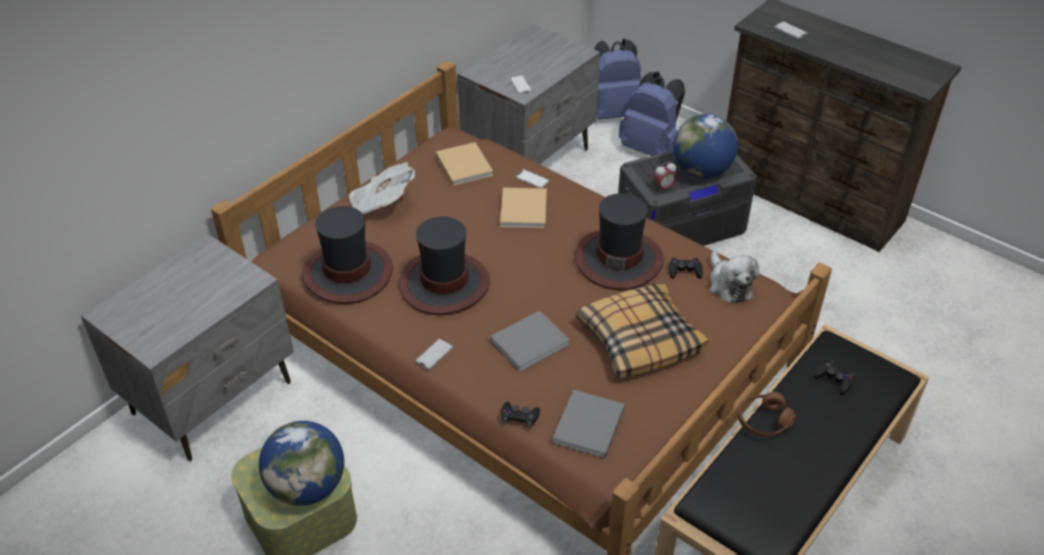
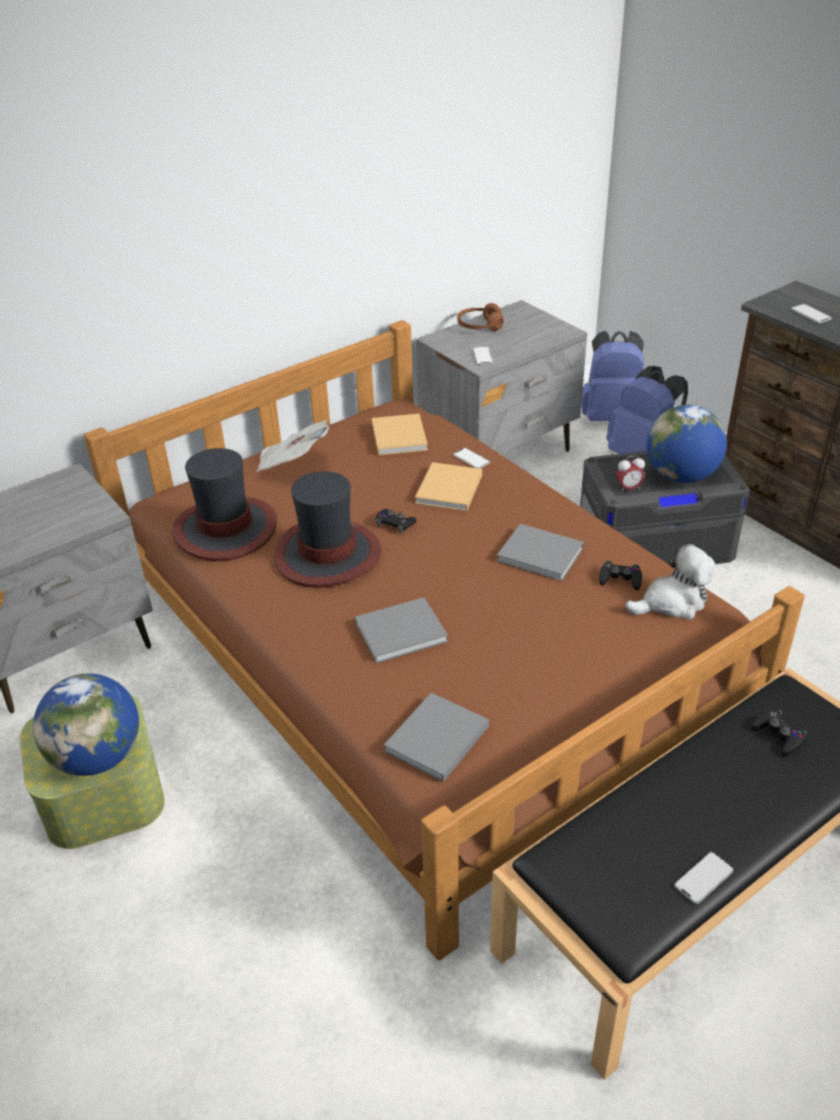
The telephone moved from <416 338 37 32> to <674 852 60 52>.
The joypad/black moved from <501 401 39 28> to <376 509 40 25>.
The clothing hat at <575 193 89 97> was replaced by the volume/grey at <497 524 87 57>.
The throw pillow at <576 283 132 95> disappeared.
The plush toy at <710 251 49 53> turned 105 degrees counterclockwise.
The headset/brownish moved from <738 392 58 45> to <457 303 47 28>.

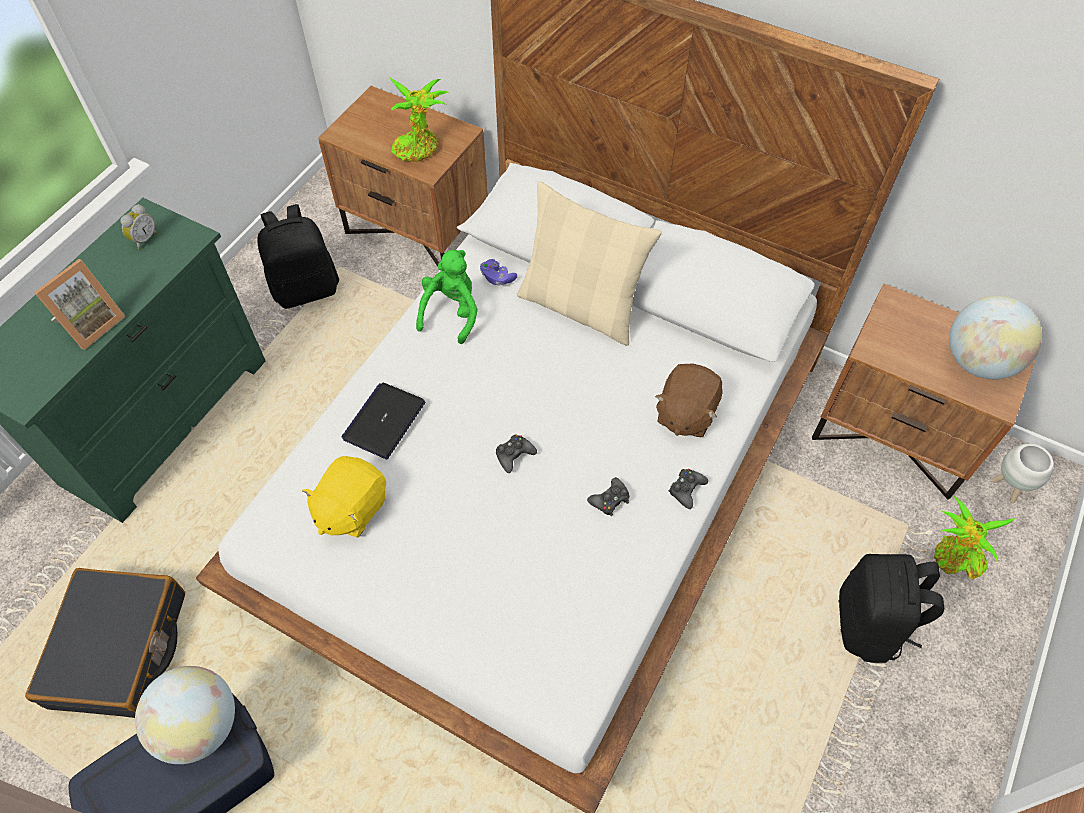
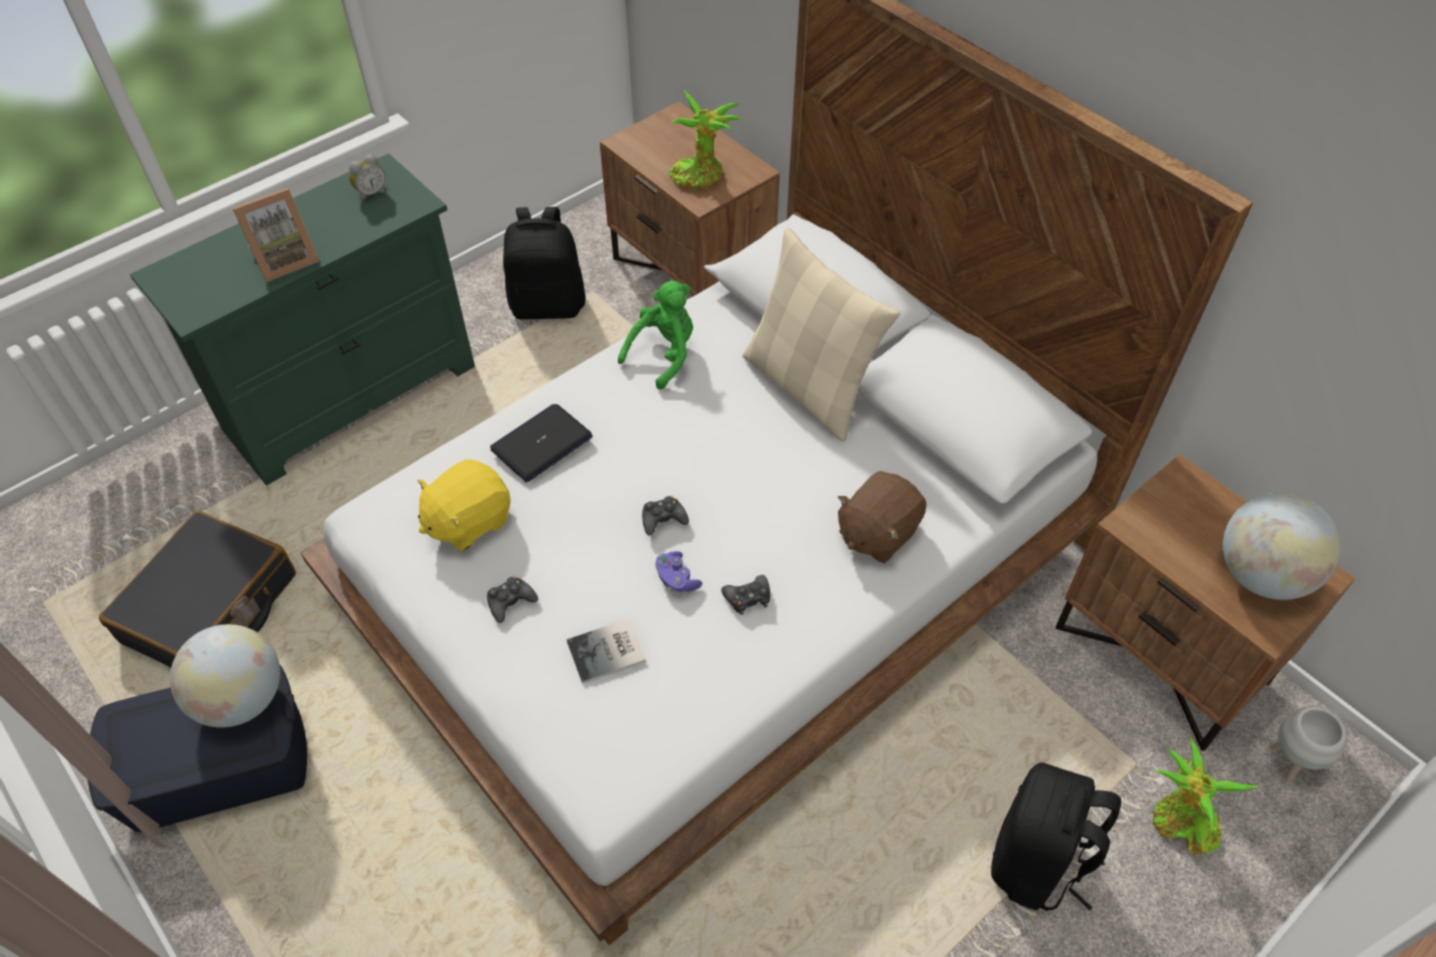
The joypad/purplish moved from <480 259 37 26> to <655 551 47 41>.
The joypad/black moved from <669 469 39 40> to <487 577 51 46>.
The volume at <566 618 80 66> appeared.

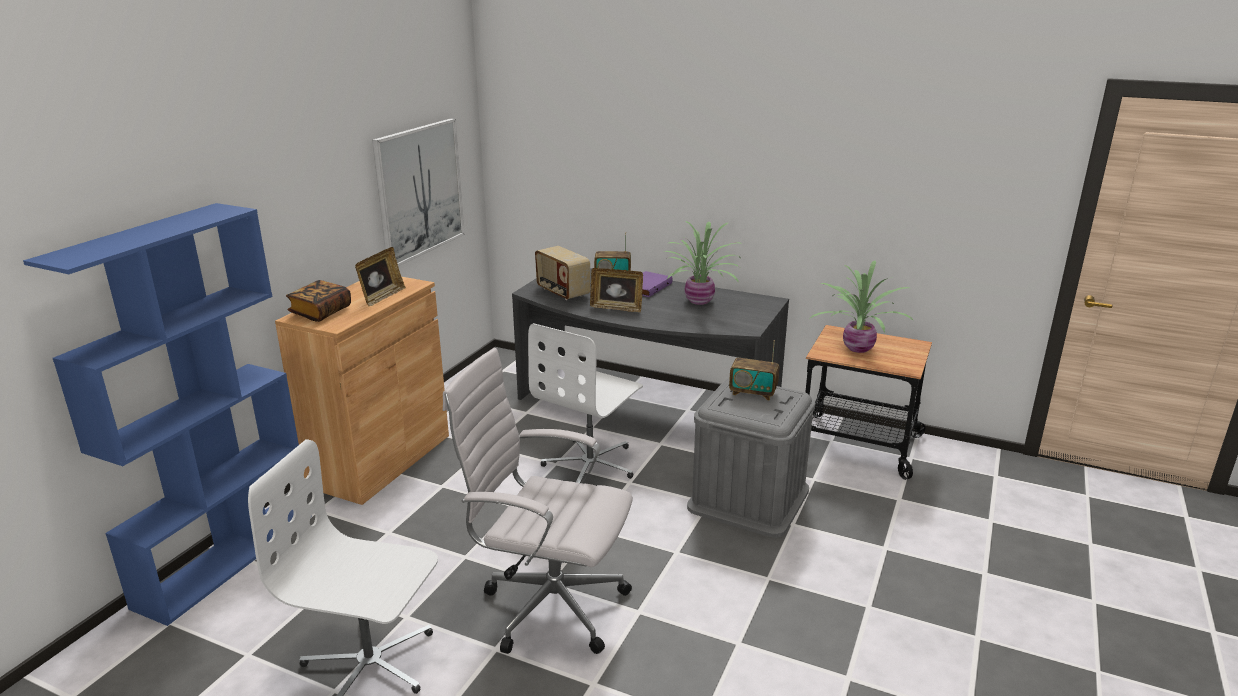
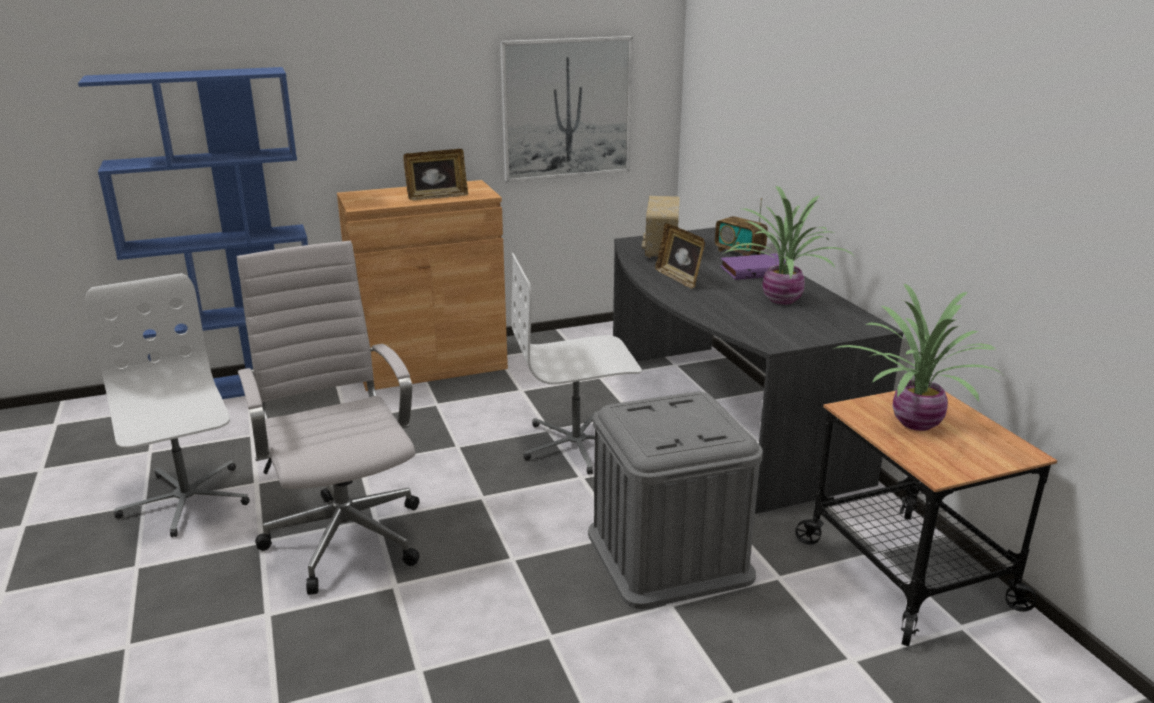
The volume at <286 280 65 42> disappeared.
The radio set at <729 340 50 61> disappeared.

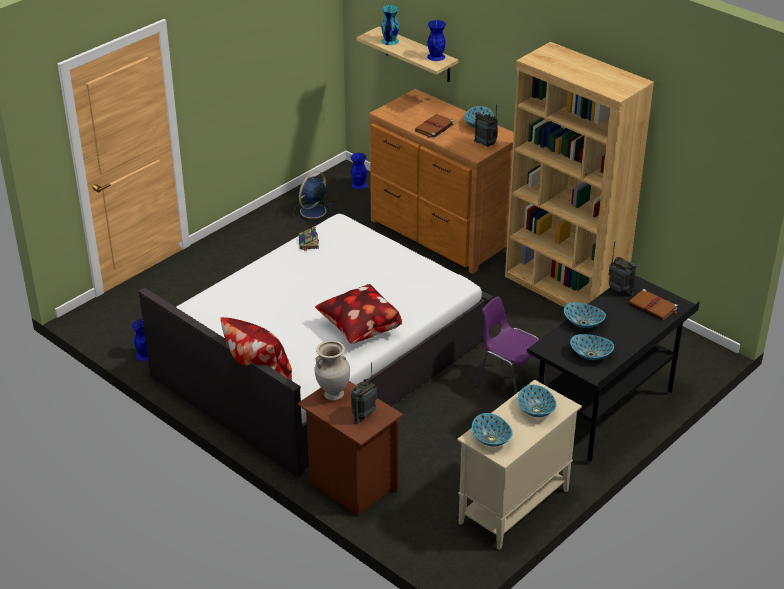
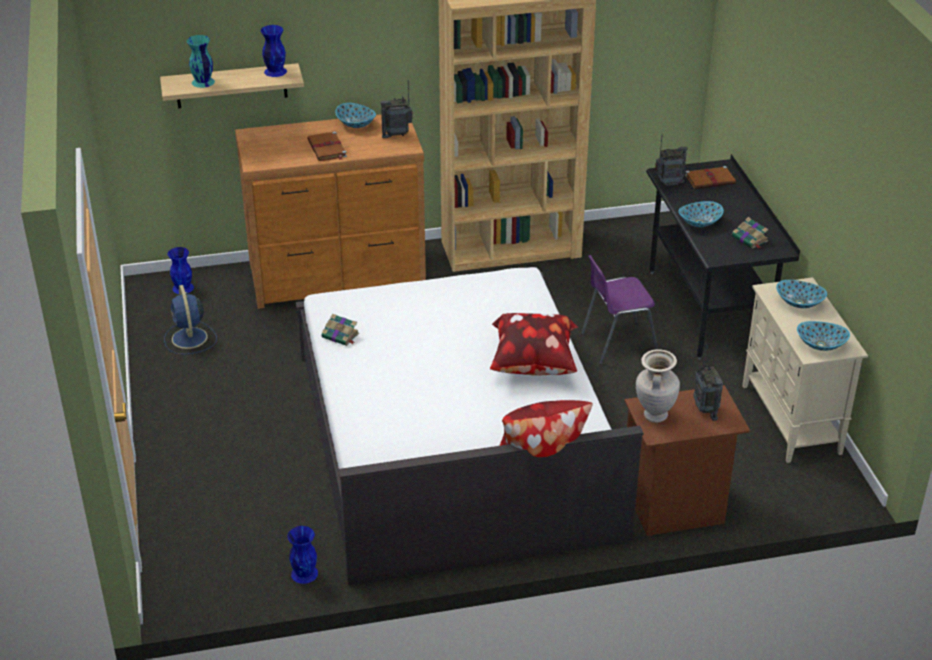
The serving bowl at <570 334 44 26> was replaced by the volume at <732 217 36 32>.

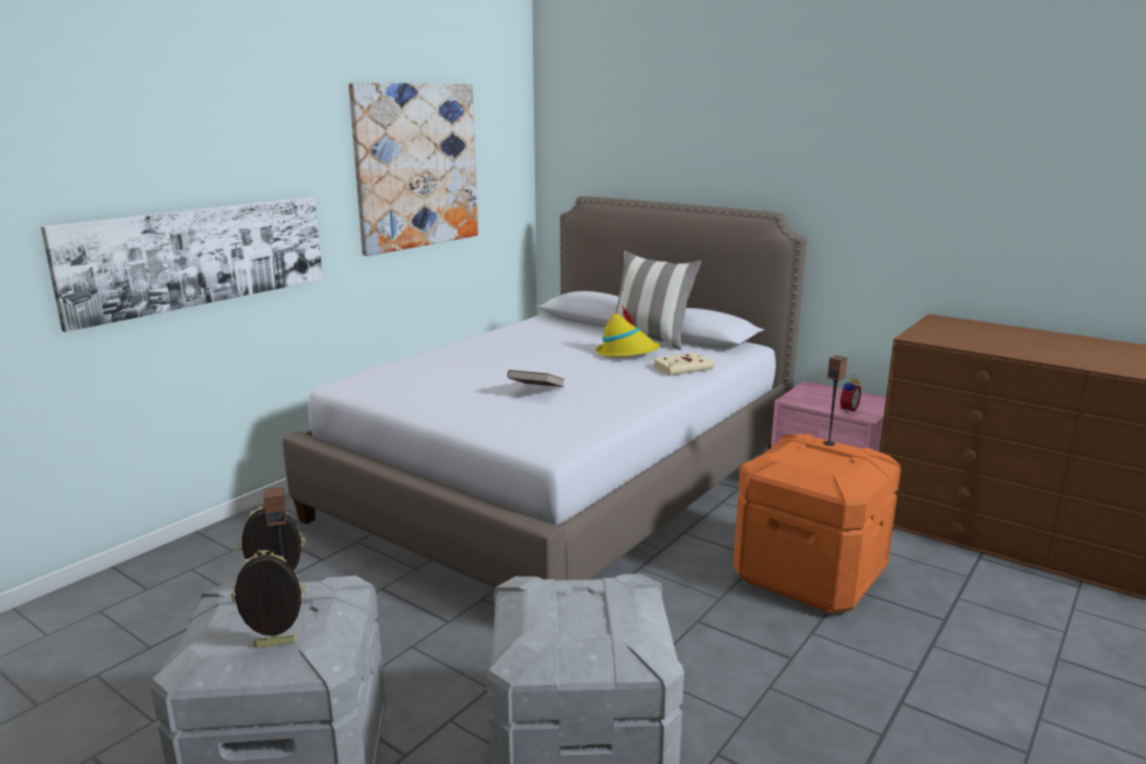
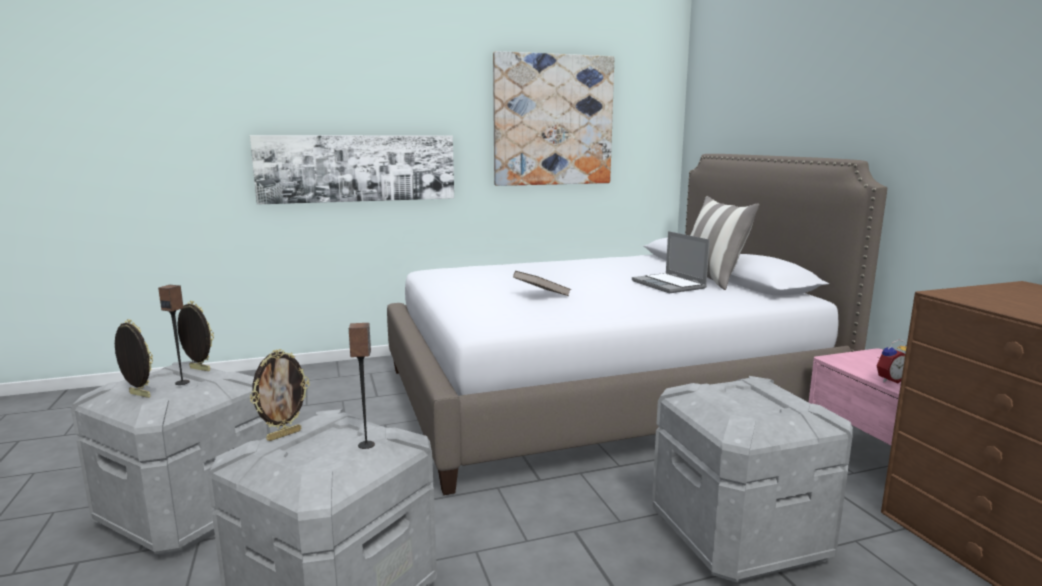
The clothing hat/yellowish at <595 306 65 51> was replaced by the laptop at <632 231 78 62>.
The volume/sand-coloured at <653 353 61 23> disappeared.
The storage container/orangey at <733 434 168 179> became the storage container/grey at <652 376 201 207>.
The loudspeaker moved from <823 355 24 91> to <349 323 26 126>.
The photo frame at <250 349 60 92> appeared.

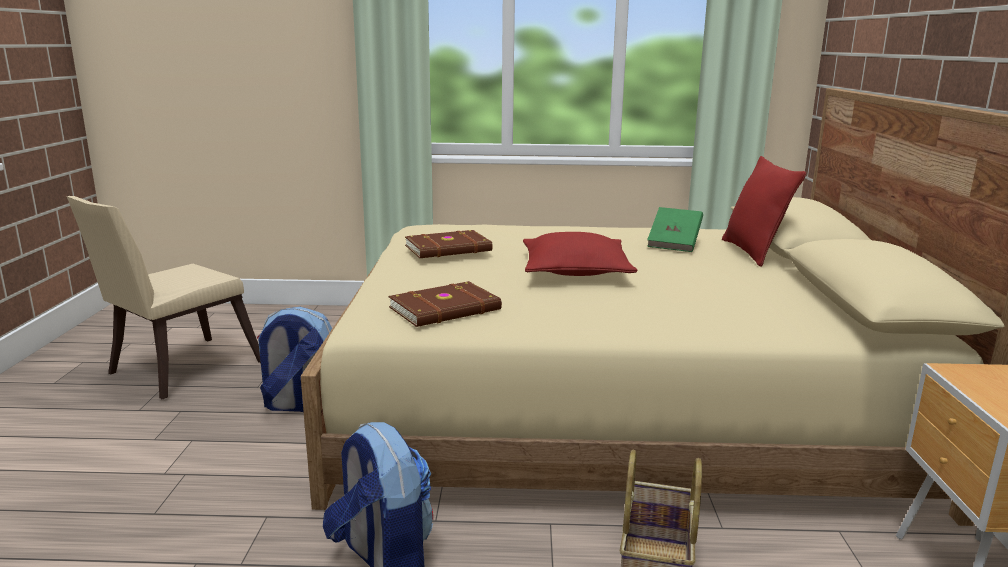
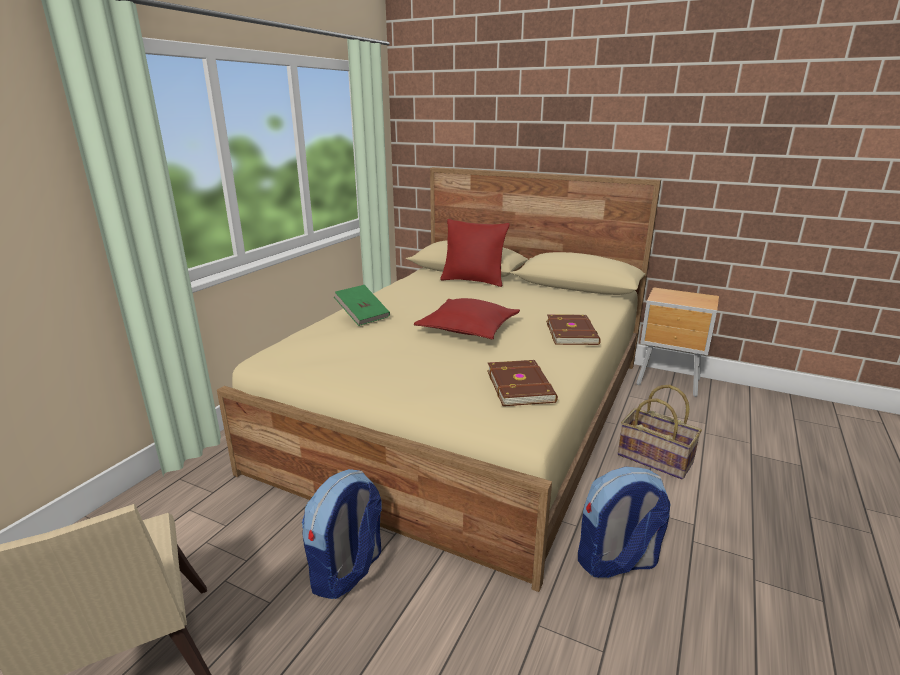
The volume/brownish moved from <405 230 88 28> to <546 314 55 31>.
The volume/green moved from <647 207 56 45> to <334 285 56 41>.

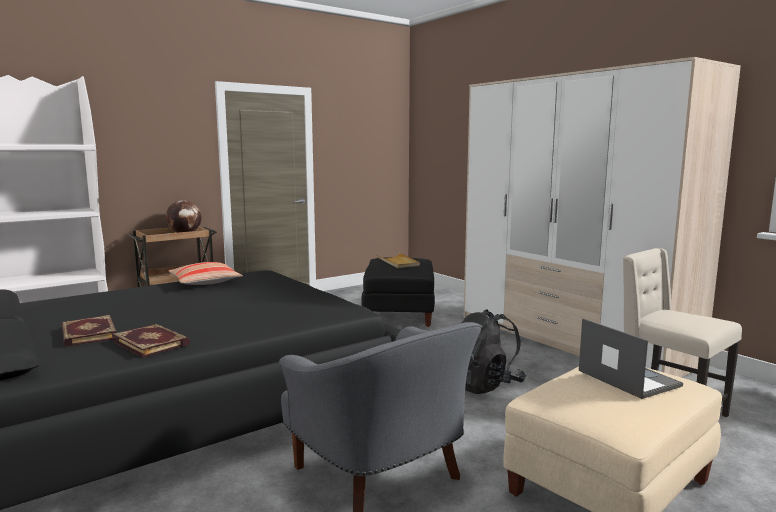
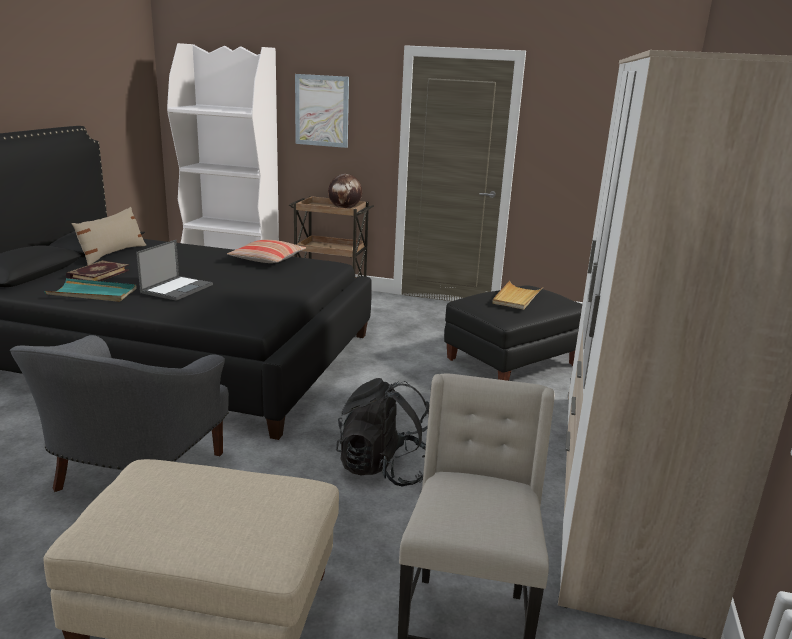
The volume at <112 324 78 34> was replaced by the serving tray/turquoise at <44 278 93 24>.
The laptop moved from <579 318 104 81> to <136 240 77 61>.
The throw pillow/sand-coloured at <72 207 74 58> appeared.
The wall picture at <295 74 54 74> appeared.

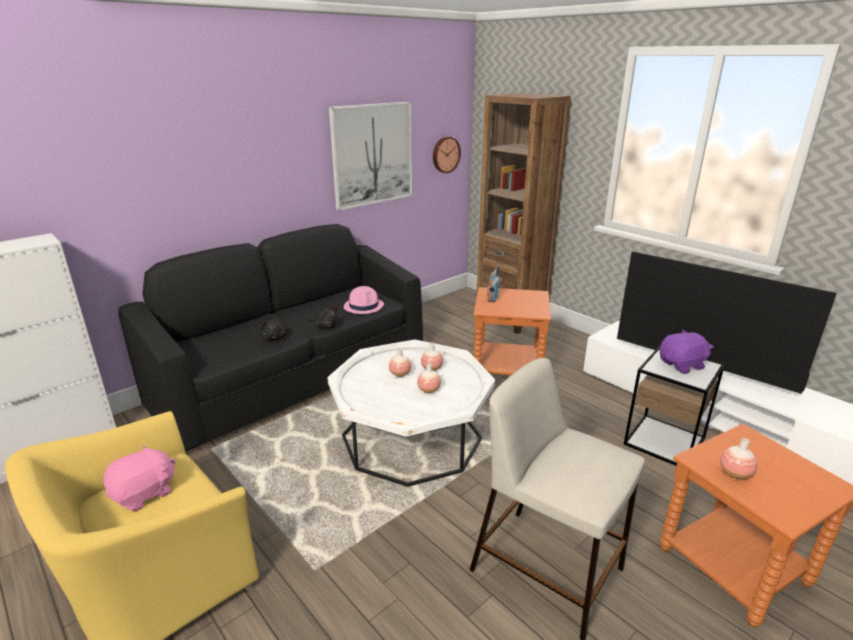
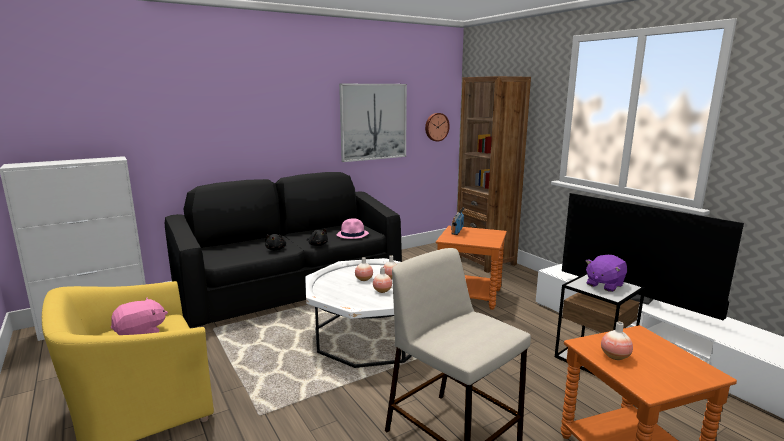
The plush toy/purplish at <659 330 55 44> turned 150 degrees clockwise.

